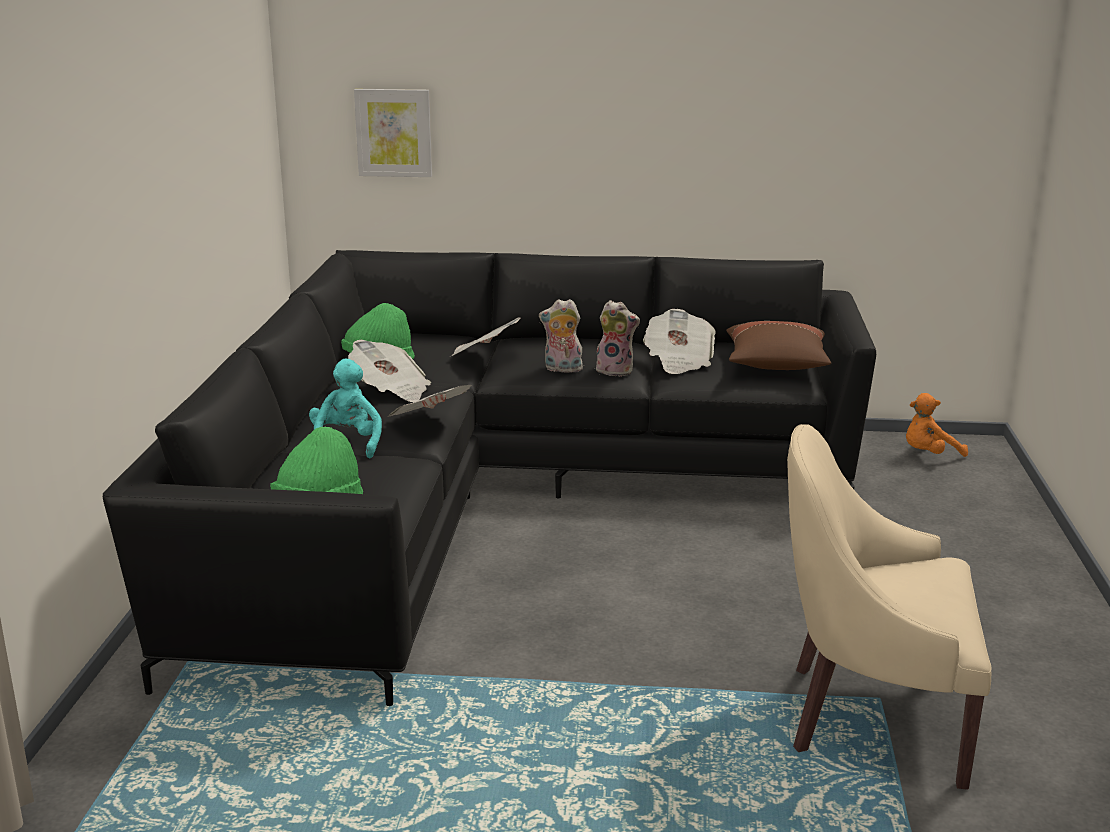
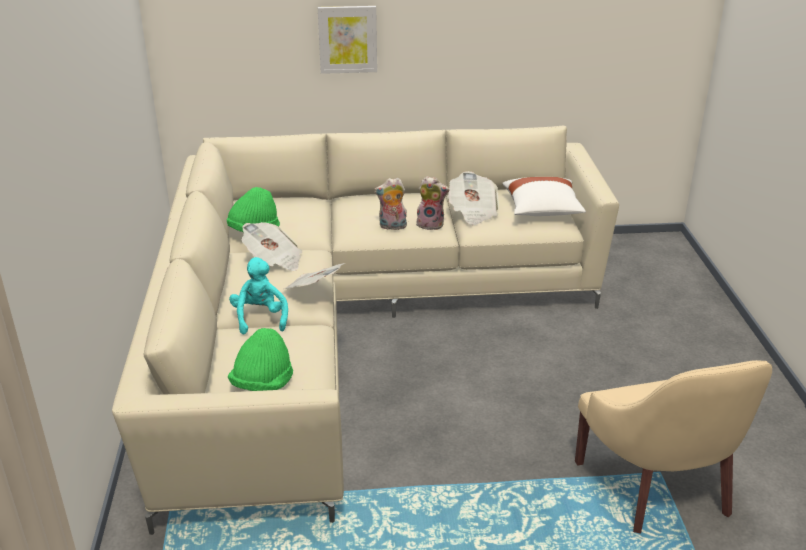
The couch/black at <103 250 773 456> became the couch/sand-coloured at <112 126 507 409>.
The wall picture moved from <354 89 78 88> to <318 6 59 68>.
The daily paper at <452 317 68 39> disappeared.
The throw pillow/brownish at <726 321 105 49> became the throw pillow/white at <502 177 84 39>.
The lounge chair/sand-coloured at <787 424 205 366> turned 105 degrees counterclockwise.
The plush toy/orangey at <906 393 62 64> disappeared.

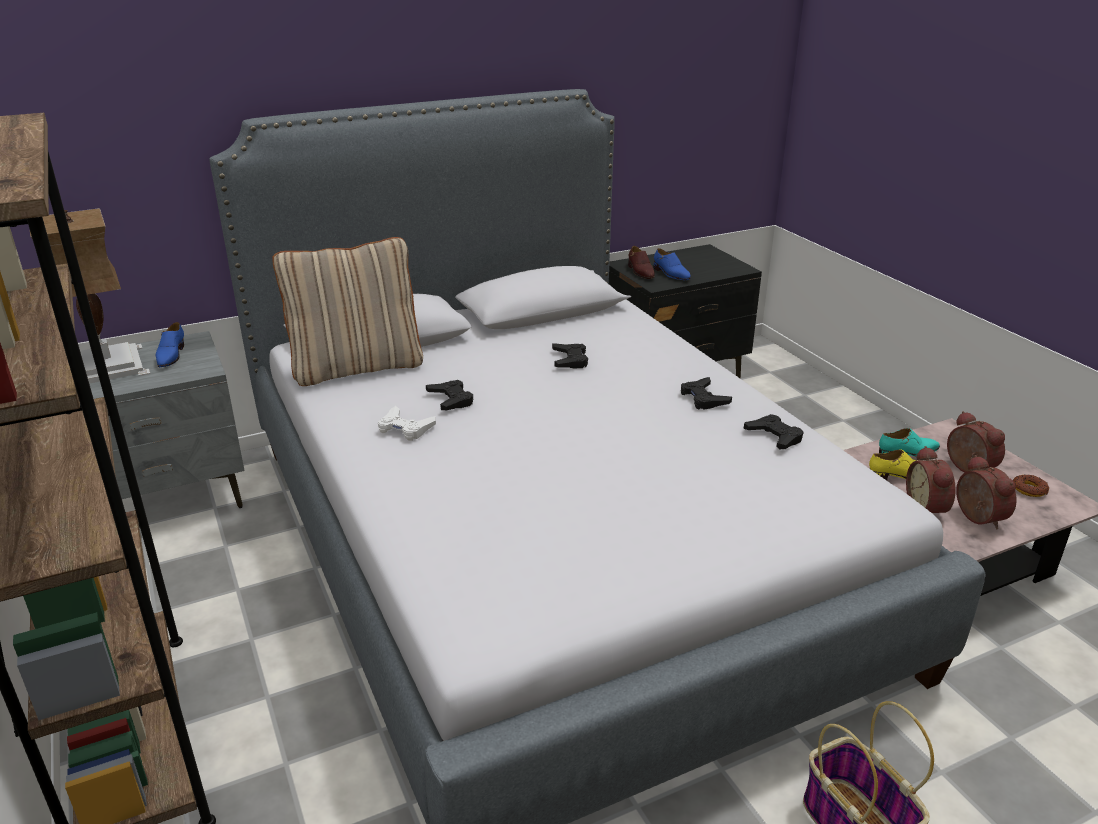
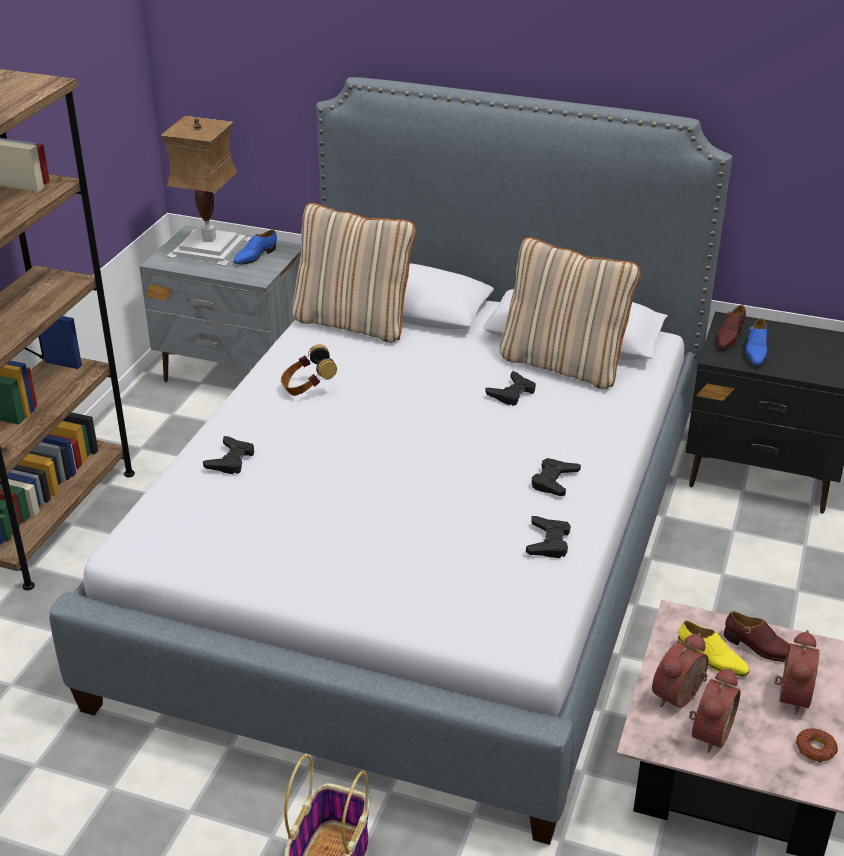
The joypad/white at <378 406 58 35> was replaced by the headset at <281 344 56 52>.
The joypad/black moved from <426 380 47 30> to <203 436 51 38>.
The shoe/turquoise at <879 428 61 29> became the shoe/brownish at <724 611 66 51>.
The throw pillow/sand-coloured at <500 237 141 152> appeared.

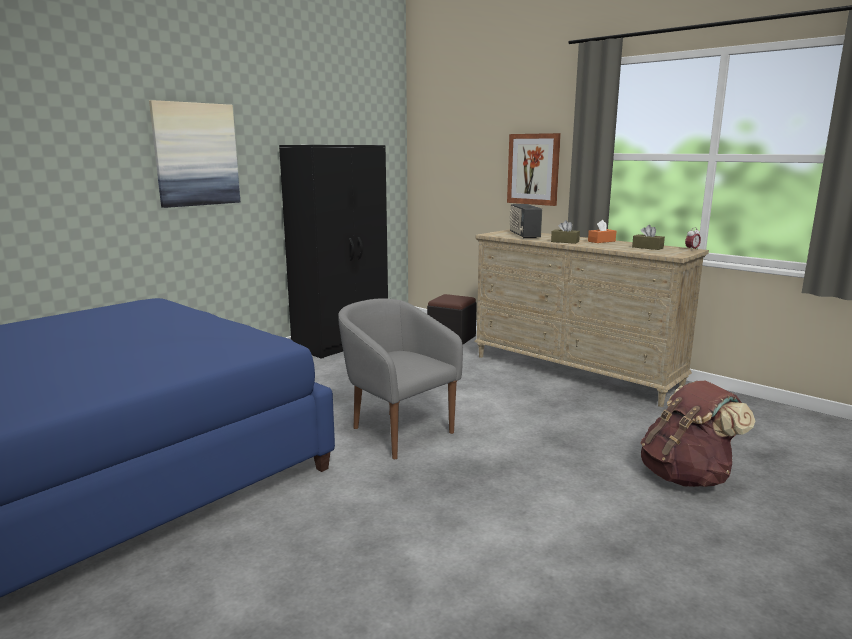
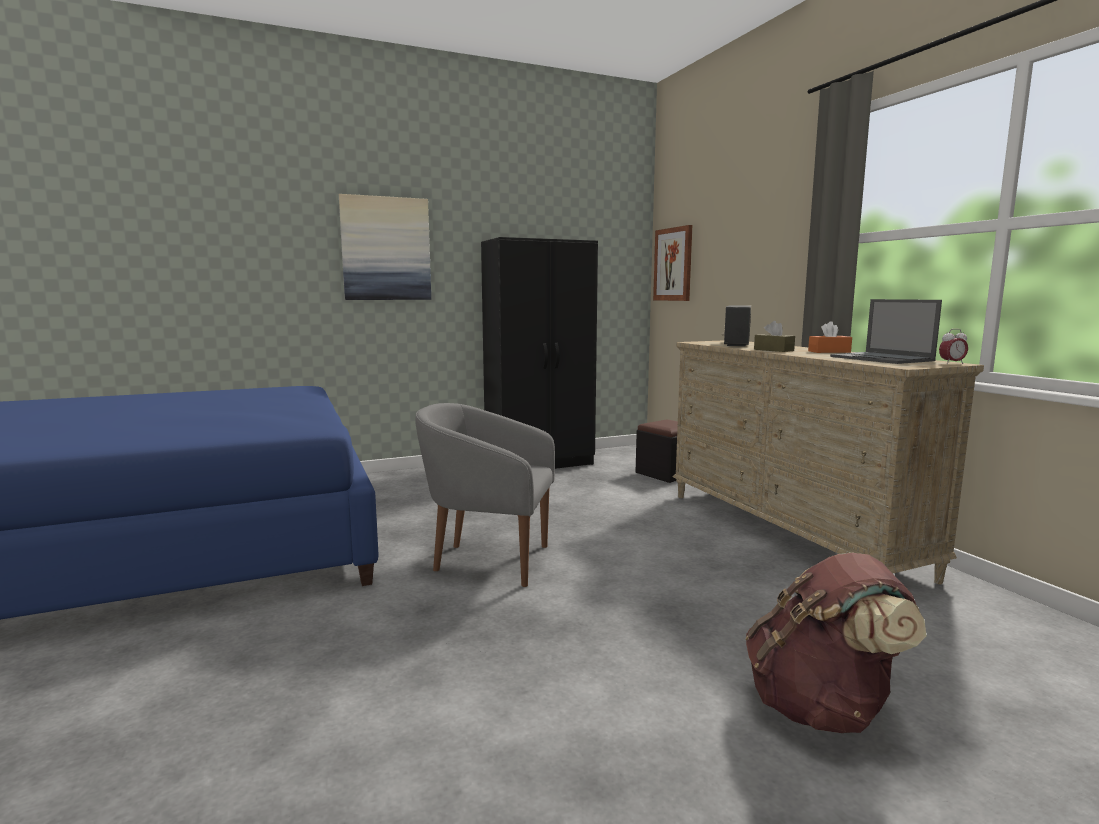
The lounge chair/grey at <338 298 125 161> turned 60 degrees counterclockwise.
The wall picture moved from <507 133 54 73> to <653 225 39 76>.
The box of tissues/brownish at <632 225 33 25> was replaced by the laptop at <830 299 112 65>.

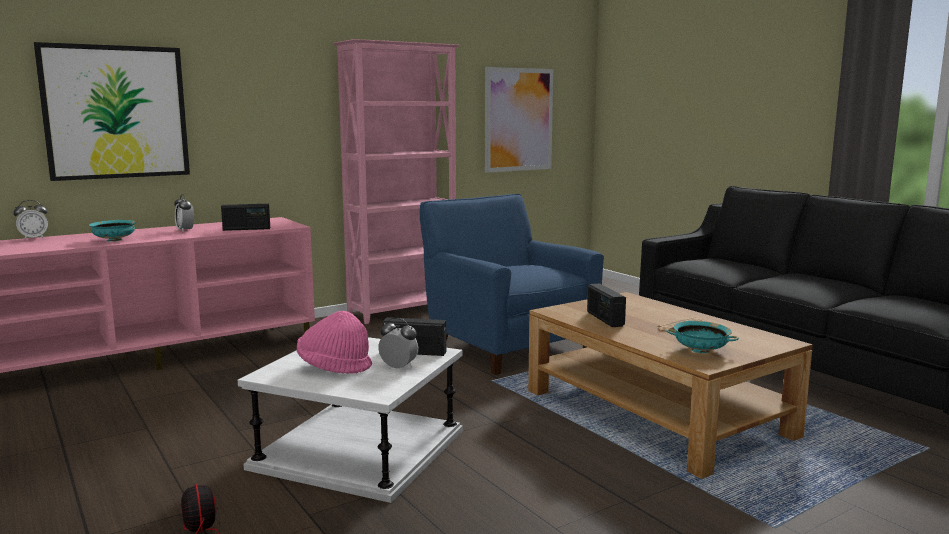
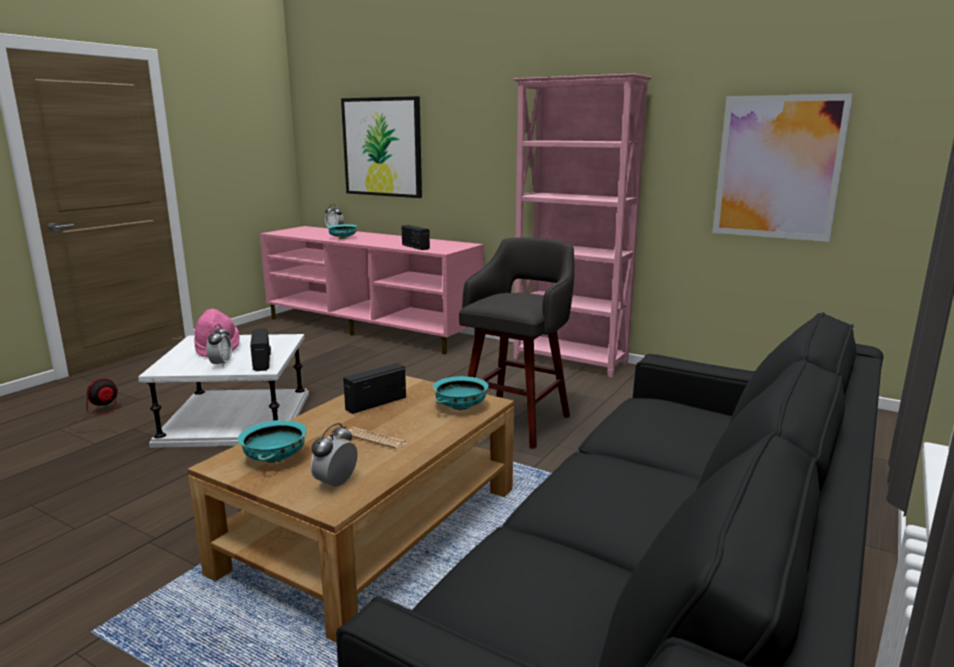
The table clock moved from <174 194 20 38> to <310 423 47 65>.
The lounge chair/blue at <420 194 184 181> was replaced by the stool seat/grey at <459 237 115 212>.
The serving bowl/turquoise at <433 376 56 34> appeared.

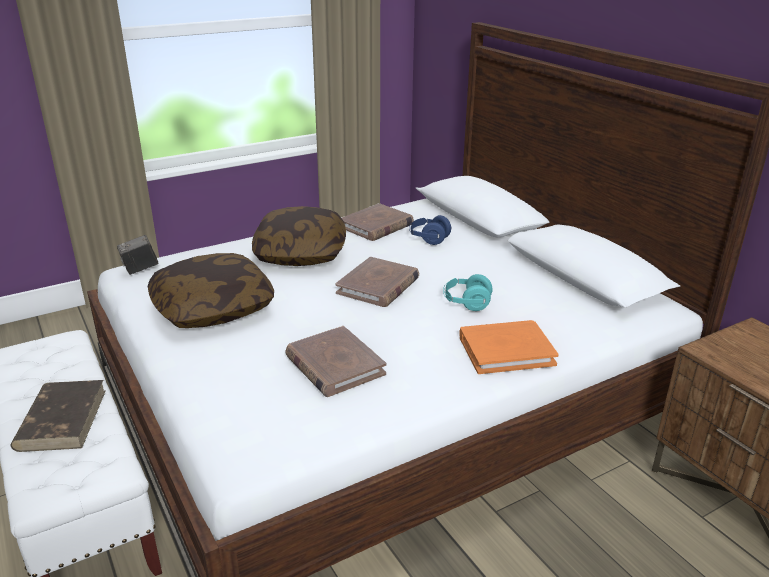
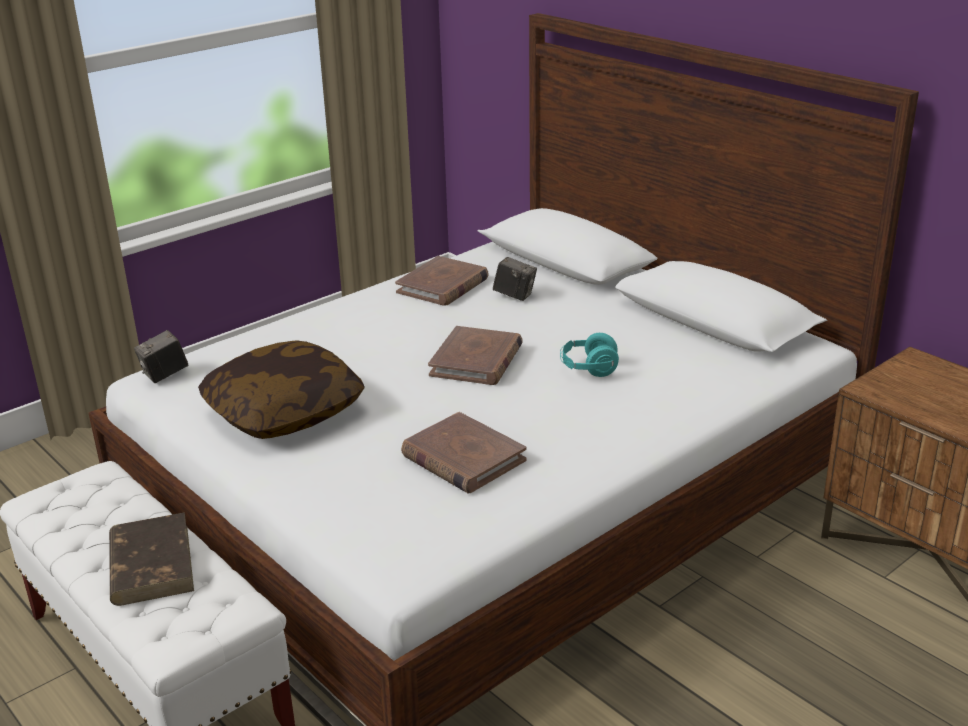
The throw pillow at <252 206 94 60> disappeared.
The headset/blue at <409 215 42 30> was replaced by the photo camera at <493 257 44 44>.
The volume/orangey at <459 320 100 54> disappeared.

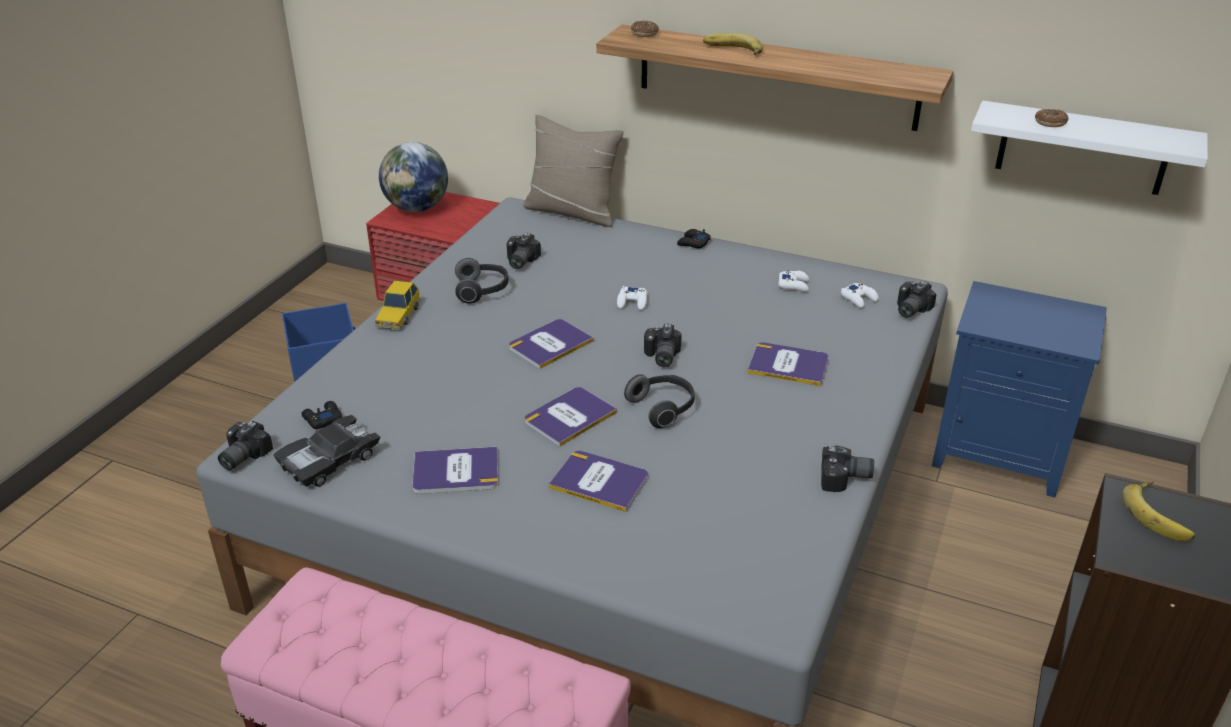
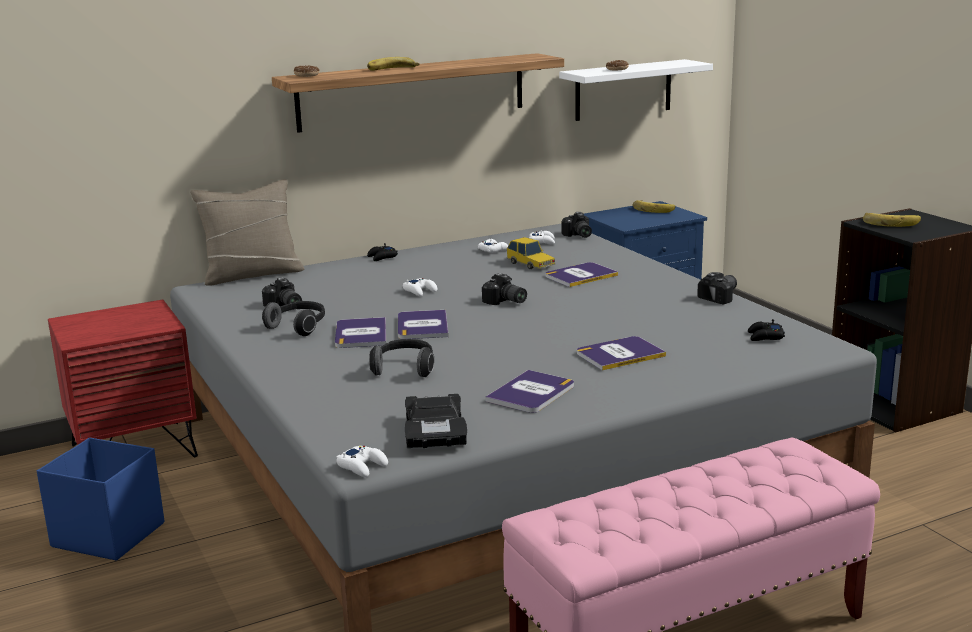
The photo camera at <218 421 55 49> was replaced by the joypad/white at <336 446 52 31>.
The joypad/black moved from <301 401 41 28> to <748 319 37 22>.
The miniature car moved from <375 281 46 48> to <506 237 50 32>.
The desk globe at <379 142 69 70> disappeared.
The volume moved from <525 387 92 60> to <335 317 51 31>.
The headset moved from <624 374 70 54> to <369 339 66 38>.
The whole banana at <633 200 43 13> appeared.

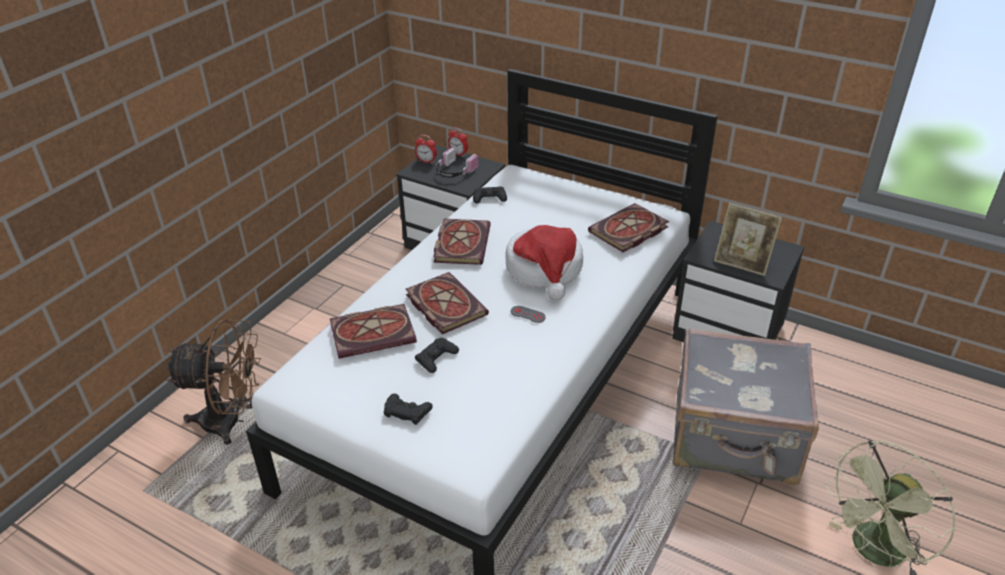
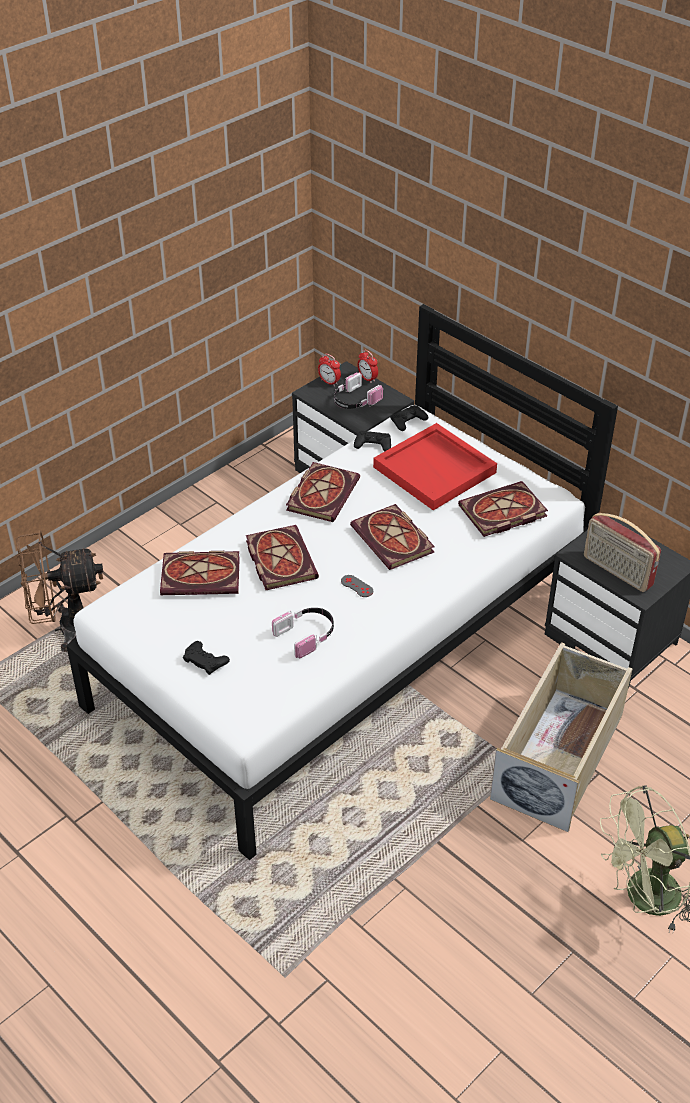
The cooling fan/brownish at <167 319 94 126> turned 150 degrees clockwise.
The joypad/black moved from <415 338 44 35> to <390 405 38 26>.
The clothing hat at <506 225 77 75> was replaced by the volume at <350 504 85 66>.
The suitcase/grey at <672 328 147 157> was replaced by the storage container/sand-coloured at <490 642 142 190>.
The photo frame at <714 203 68 73> was replaced by the radio set at <584 513 77 79>.
The headset at <272 608 62 50> appeared.
The serving tray/reddish at <373 423 124 87> appeared.

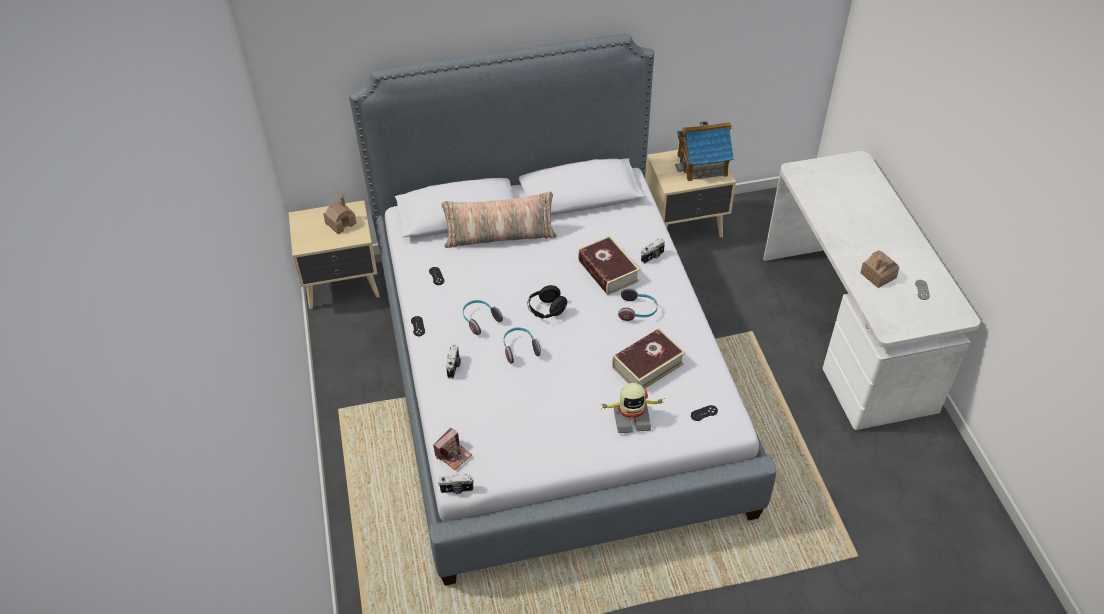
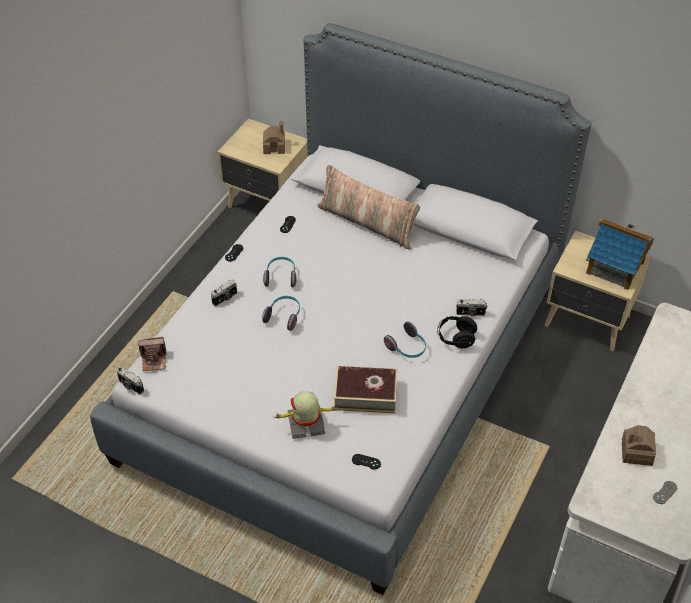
The headset/black moved from <528 285 39 34> to <437 316 40 32>.
The volume at <578 236 62 59> disappeared.
The model robot at <601 383 64 50> turned 135 degrees clockwise.

